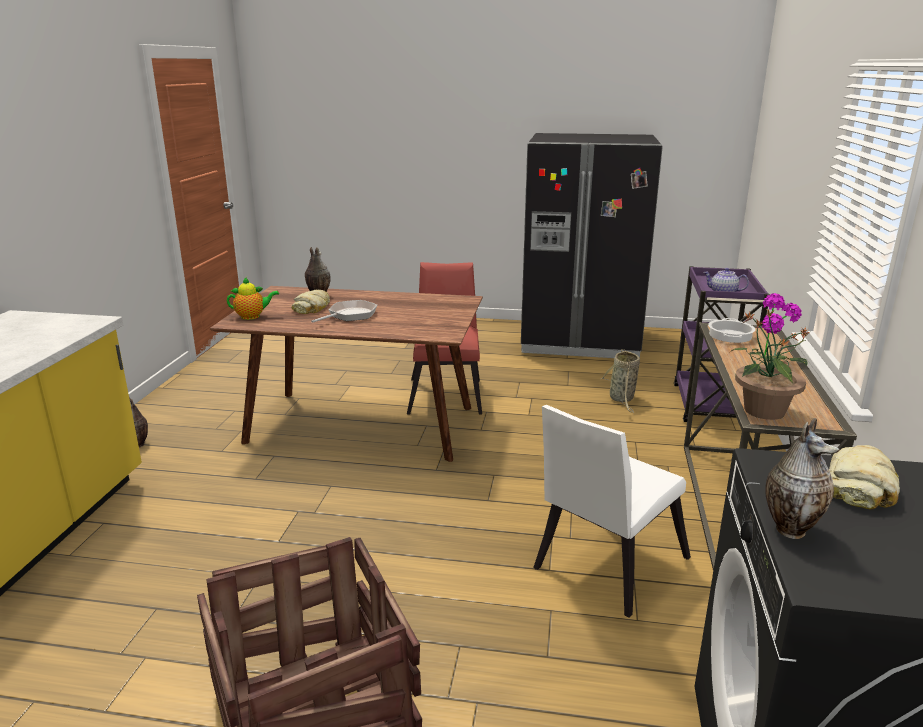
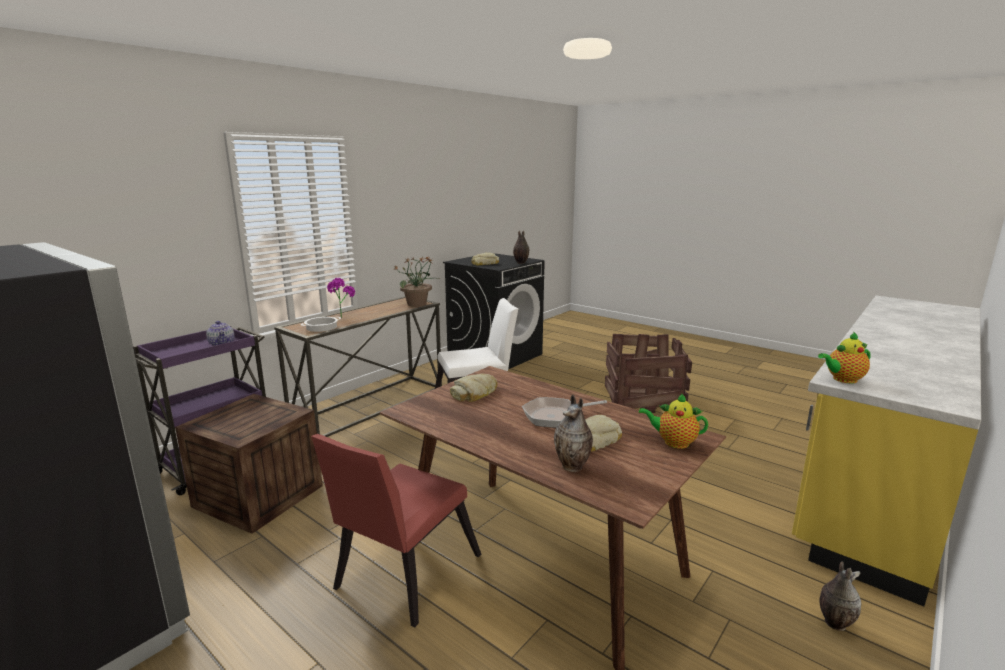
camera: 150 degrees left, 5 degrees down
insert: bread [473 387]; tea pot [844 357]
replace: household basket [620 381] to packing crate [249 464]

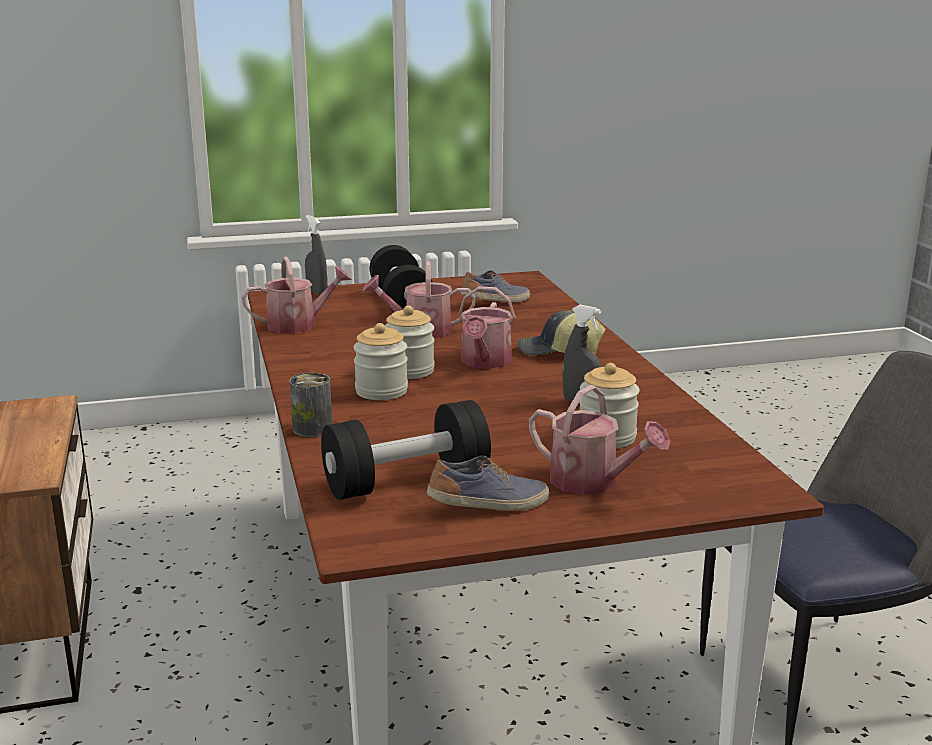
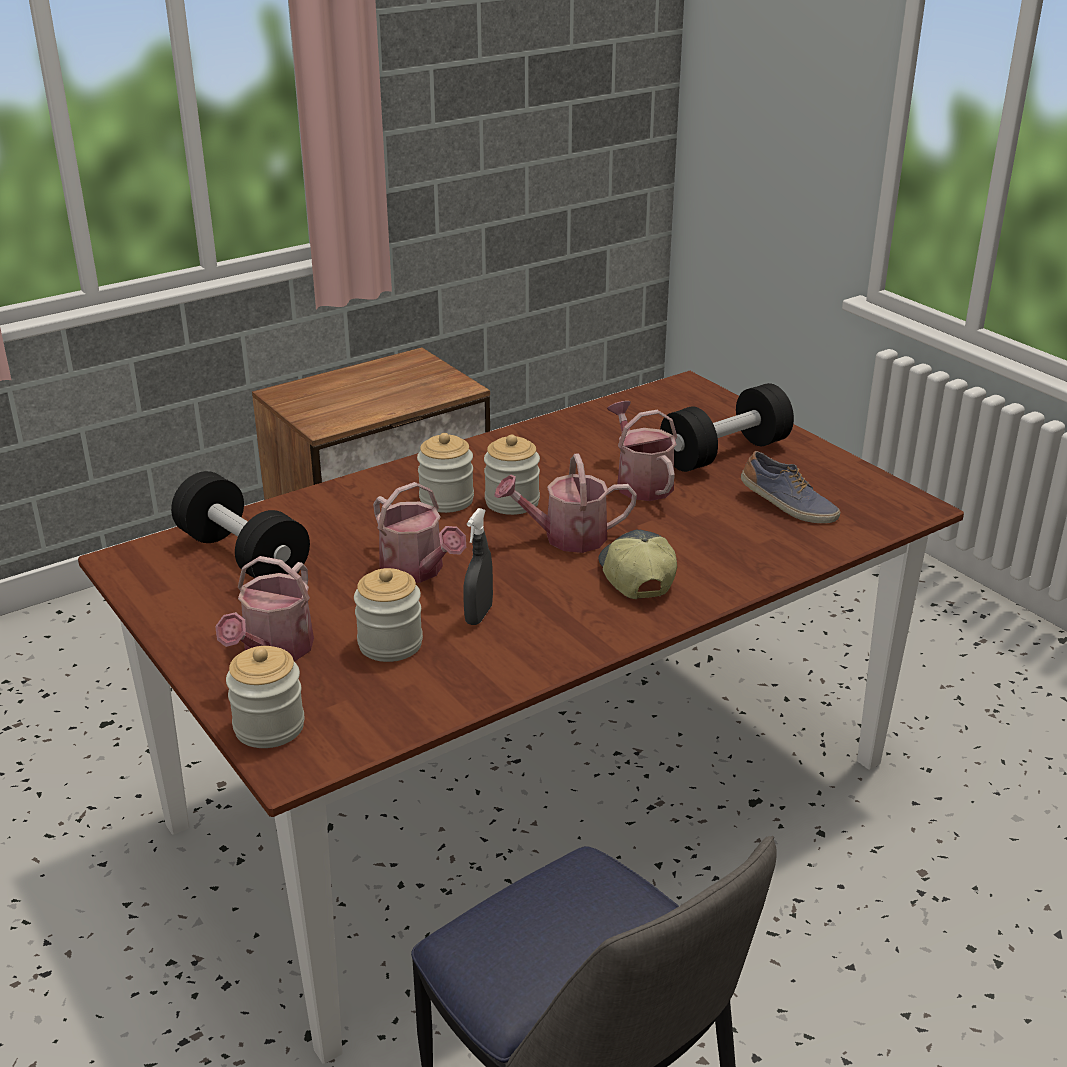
camera: 70 degrees right, 10 degrees up
delete: sealed can [311 405]; greyish hand sprayer [316 255]; low shoe [488 483]
insert: preserve jar [265 697]
move: sprinkling can [297 295] to [419 532]

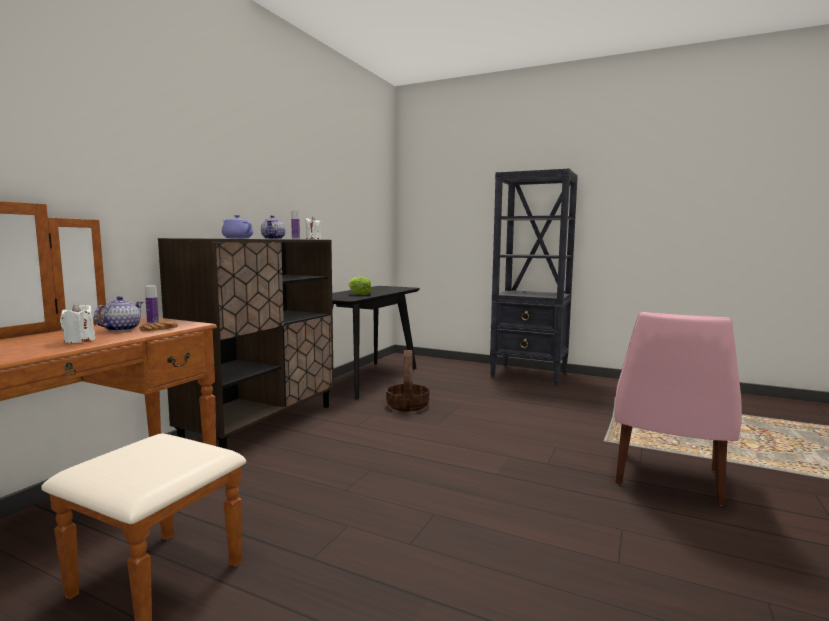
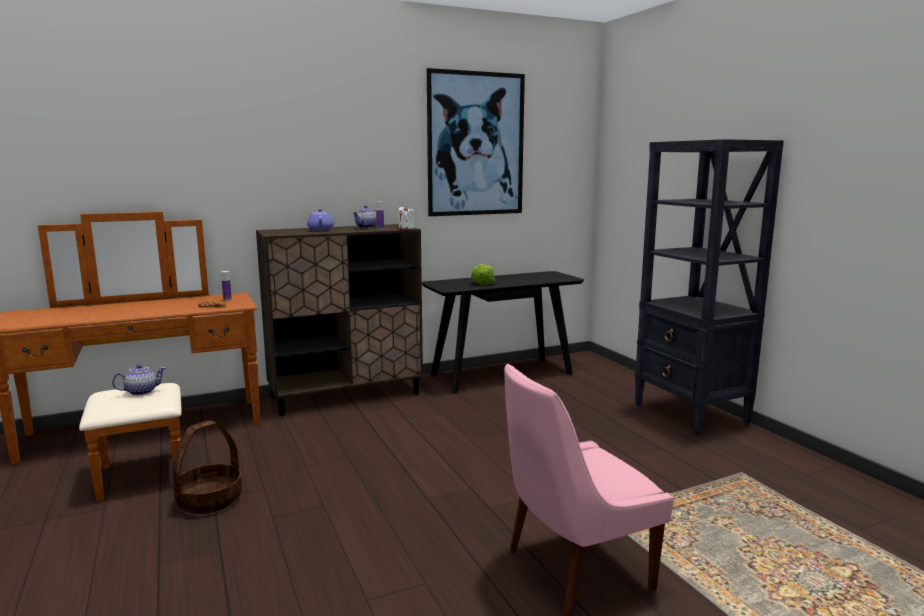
camera: 40 degrees right, 5 degrees up
delete: white-coloured wax light [77 323]
insert: wall picture [476 142]
move: tea pot [119 314] to [139 379]; household basket [407 380] to [207 467]

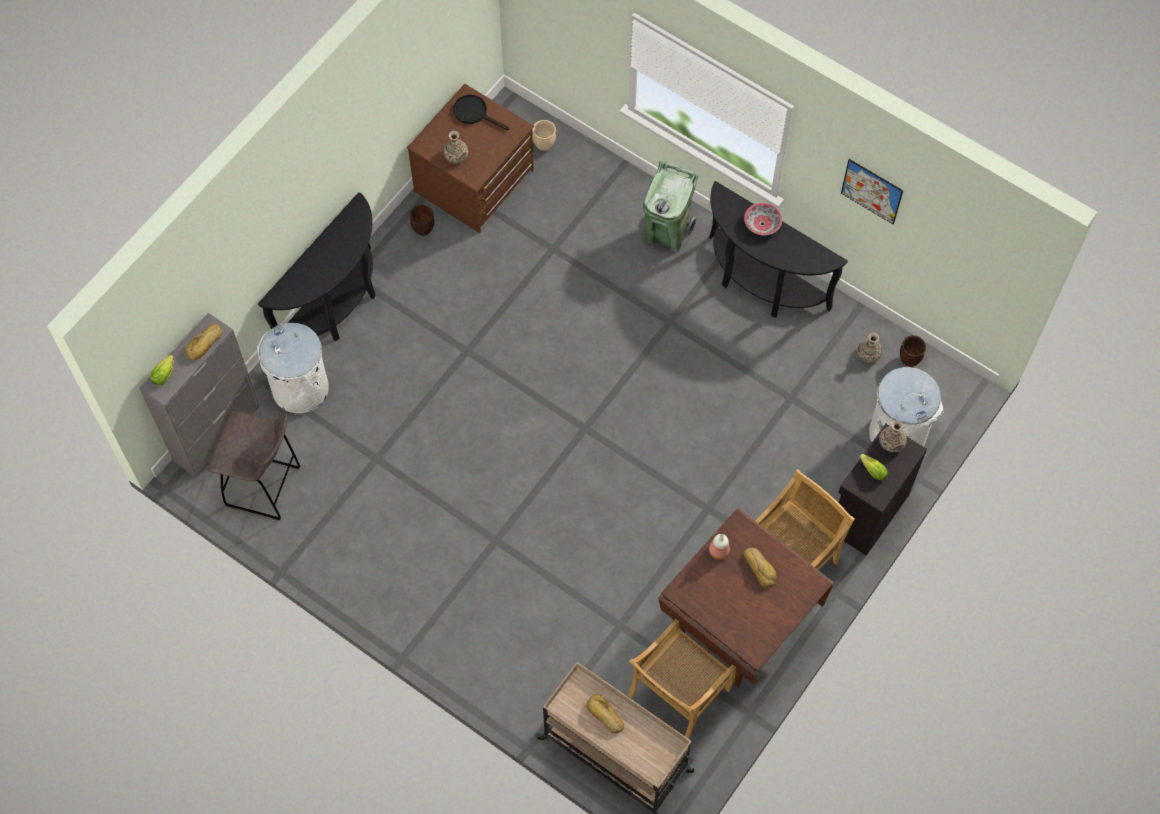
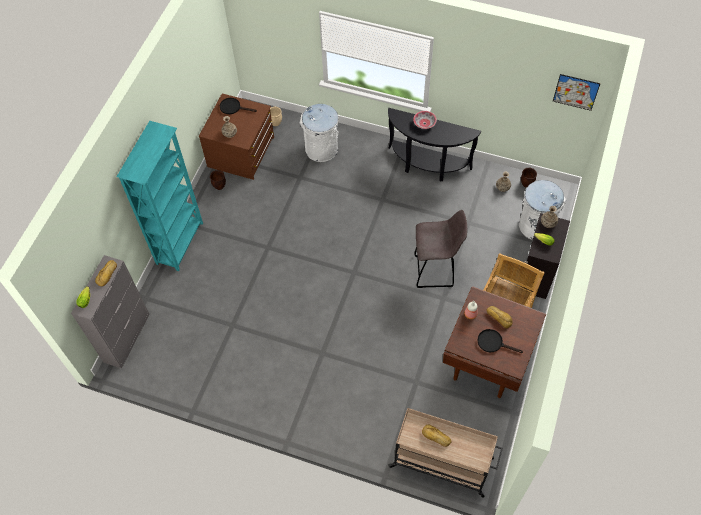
camera: 15 degrees left, 5 degrees down
delete: sand-coloured upright chair [682 679]; green rubbish bin [670 207]
insert: blackish frying pan [500 341]
move: greyish sitting stool [254 465] to [441 249]; white-coloured rubbish bin [293 368] to [318 133]; wall picture [872 191] to [576 92]
replace: blackish console table [317 266] to turquoise-coloured shelving unit [160 196]

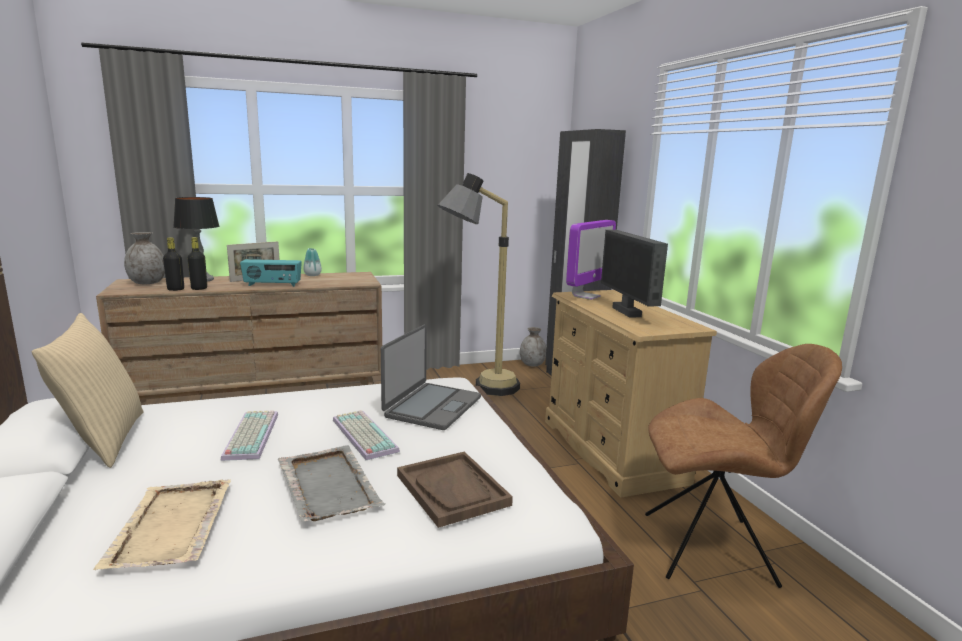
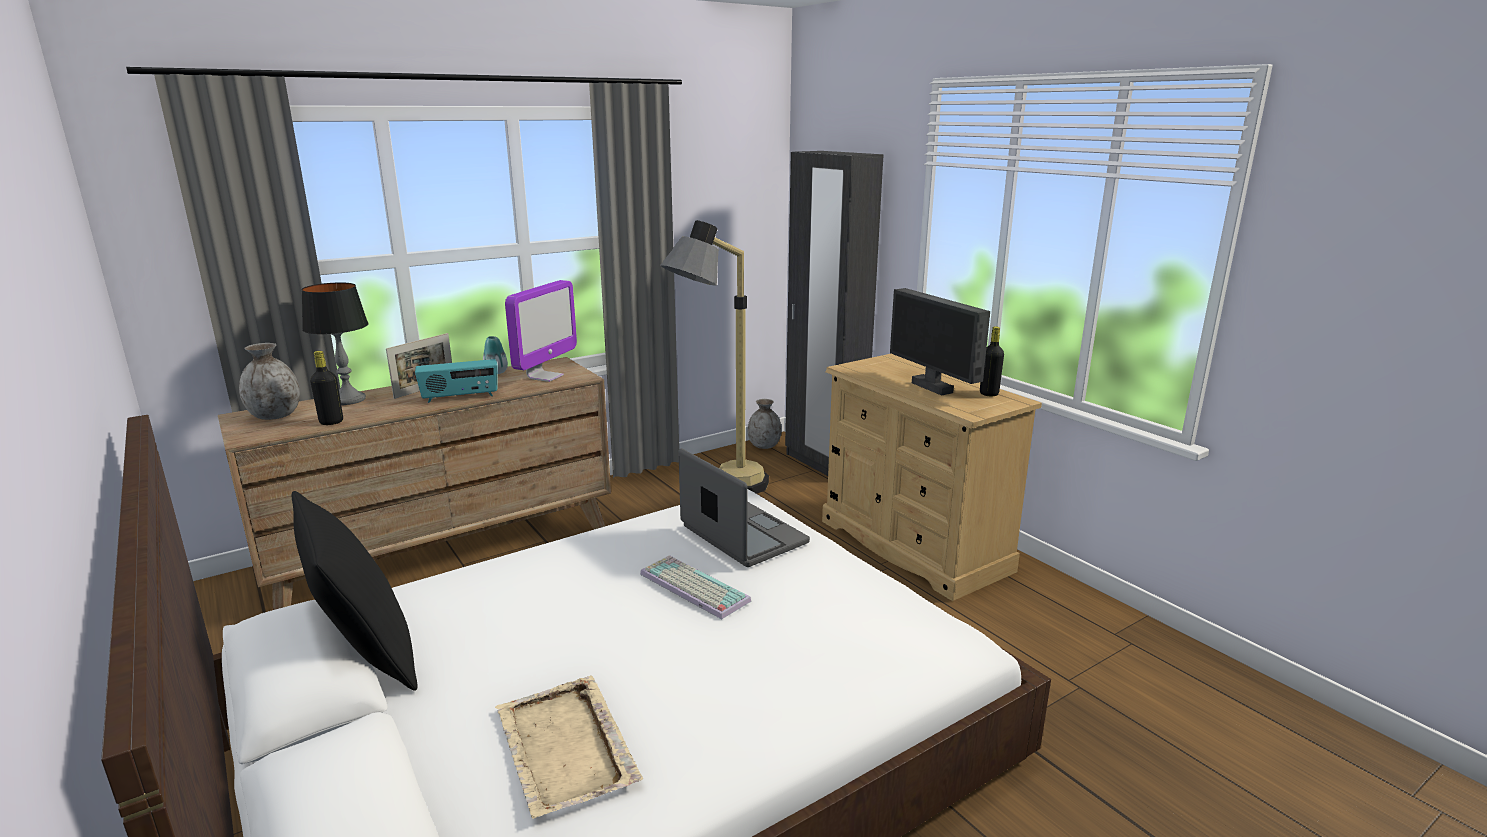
camera: 15 degrees left, 5 degrees up
delete: computer keyboard [249 435]; greyish serving tray [331 483]; brown serving tray [455 490]; brown upright chair [743 466]
move: blackish drink bottle [197 263] to [992 361]; computer screen [591 260] to [541 331]
recolor: sand-coloured throw pillow [88 390] to blackish throw pillow [354 591]
rotate: portable computer [431 377] = [744 507] 45 degrees counterclockwise

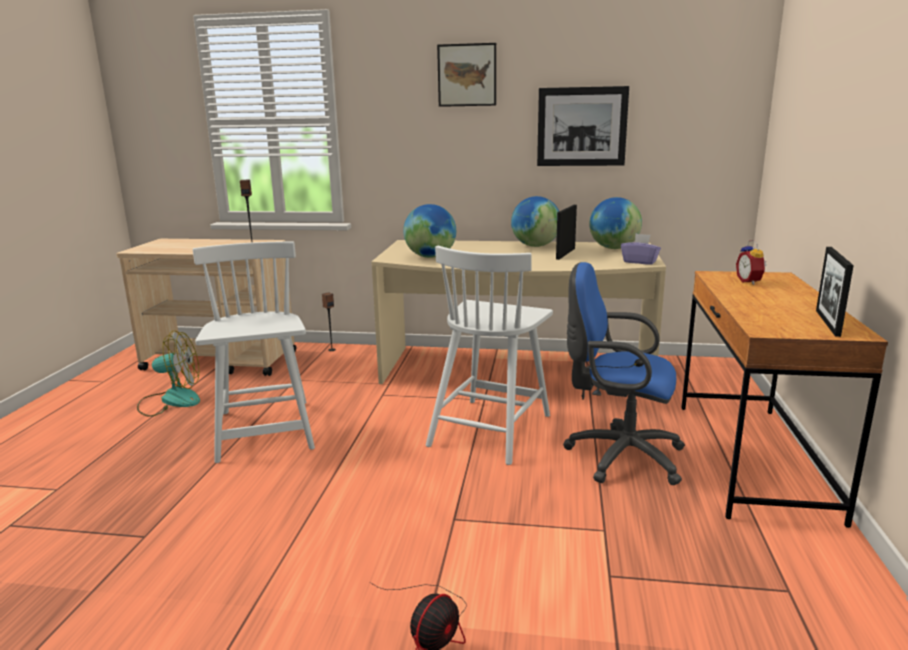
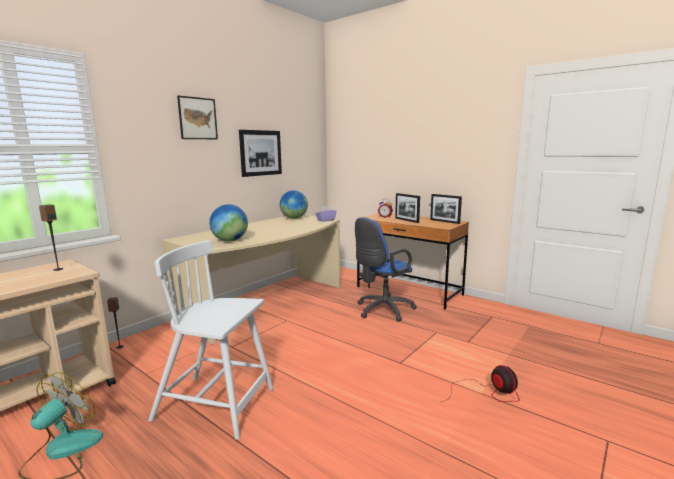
camera: 60 degrees left, 5 degrees down
delete: white-coloured upright chair [489 355]; world globe [535 221]
move: picture frame [566 232] to [407 208]

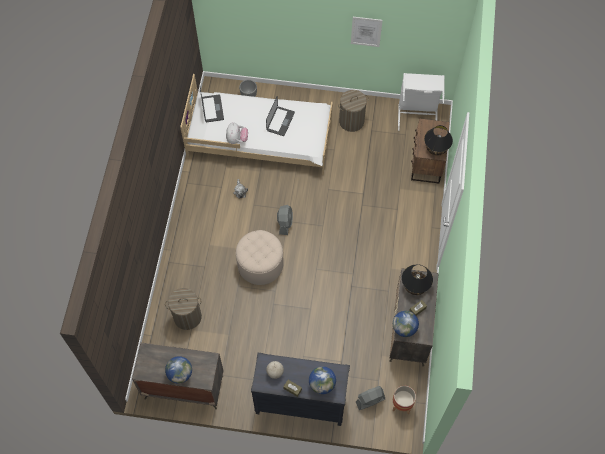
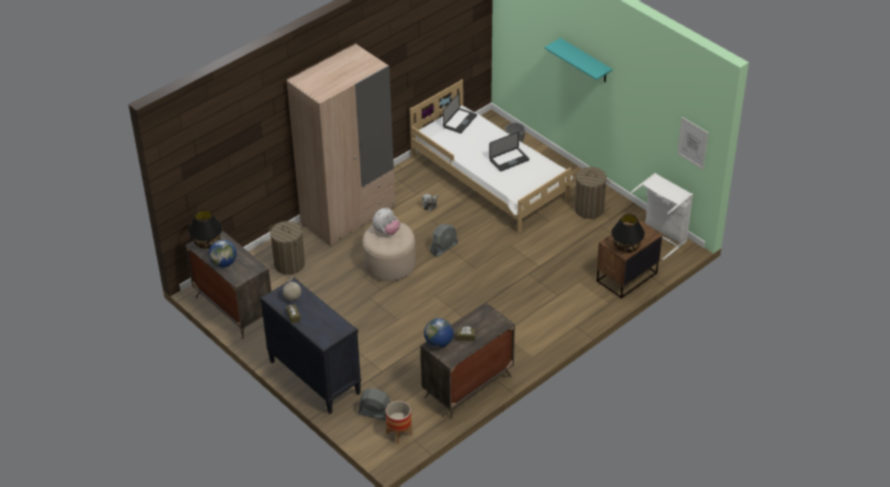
camera: 40 degrees right, 20 degrees down
delete: world globe [322 380]
insert: sand-coloured wardrobe [341 145]; turquoise-coloured wall shelf [578 60]
move: soft toy [237 133] to [386 221]; wall picture [367 32] to [692 143]; blackish table lamp [417 280] to [206 229]

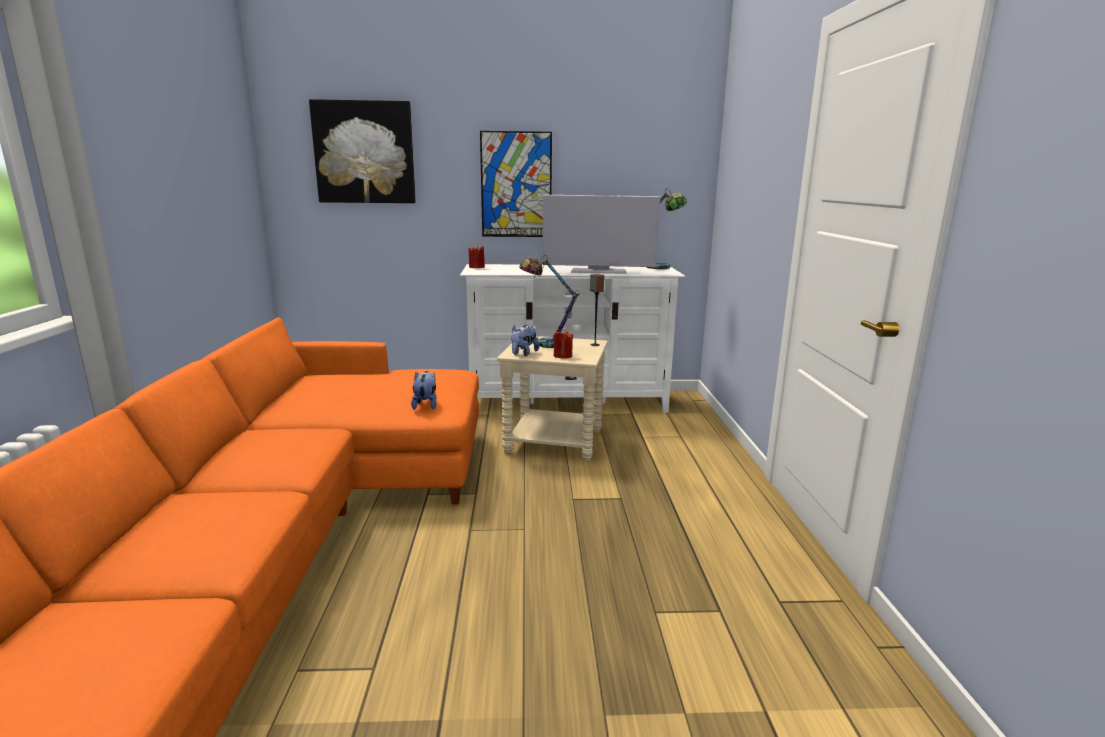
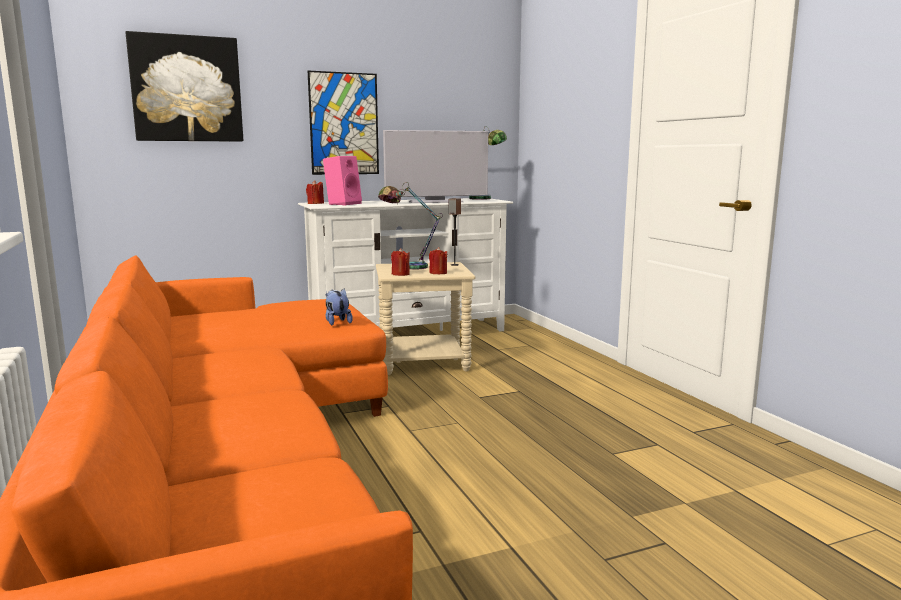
camera: 20 degrees left, 5 degrees down
insert: pinkish speaker [342 180]
replace: soft toy [525 340] to red wax light [400 262]

